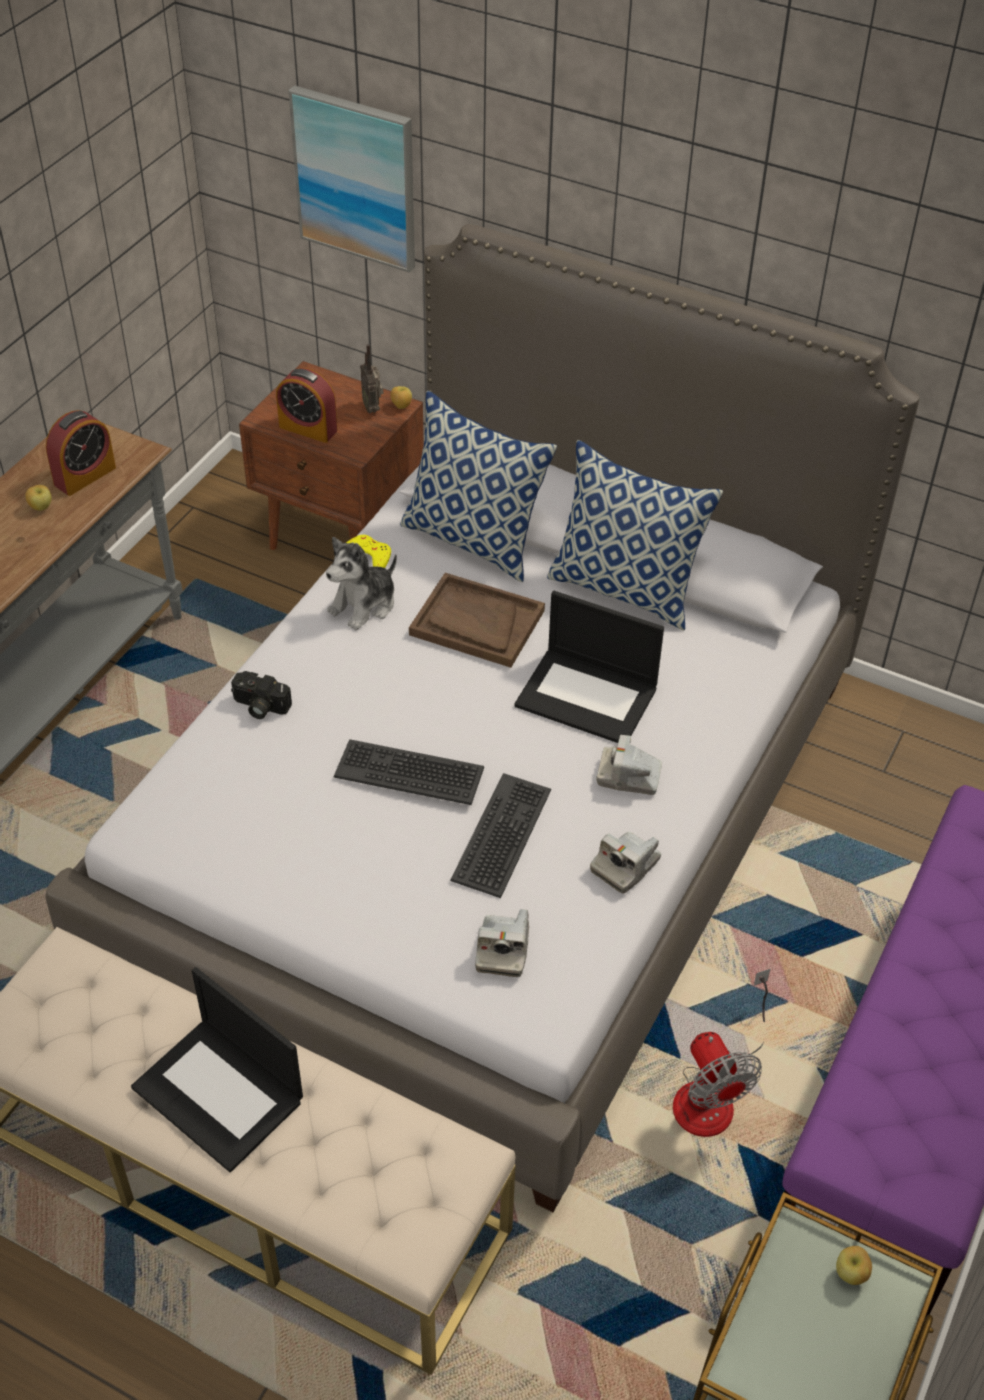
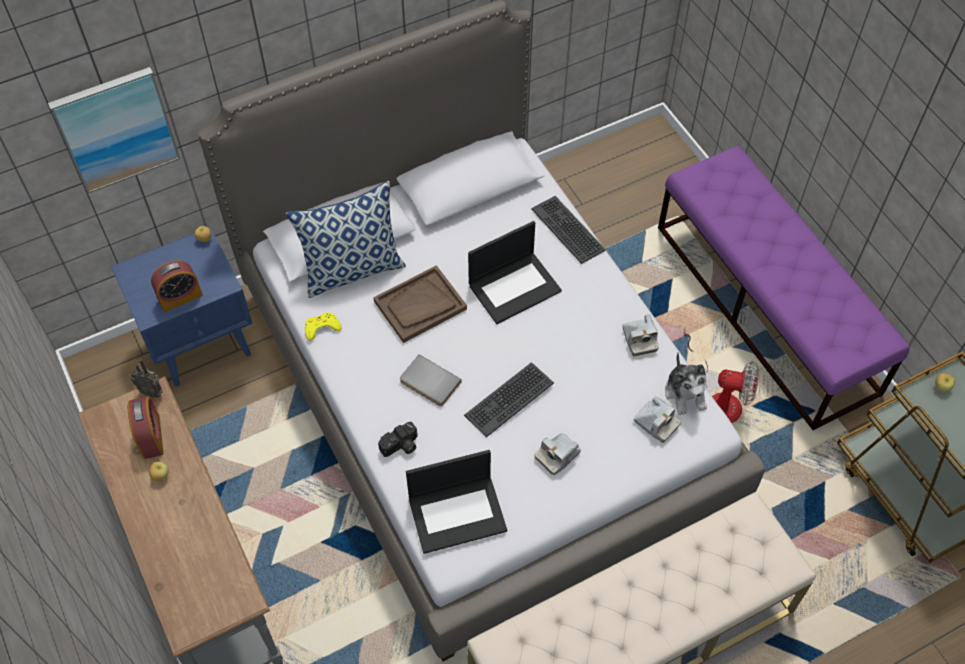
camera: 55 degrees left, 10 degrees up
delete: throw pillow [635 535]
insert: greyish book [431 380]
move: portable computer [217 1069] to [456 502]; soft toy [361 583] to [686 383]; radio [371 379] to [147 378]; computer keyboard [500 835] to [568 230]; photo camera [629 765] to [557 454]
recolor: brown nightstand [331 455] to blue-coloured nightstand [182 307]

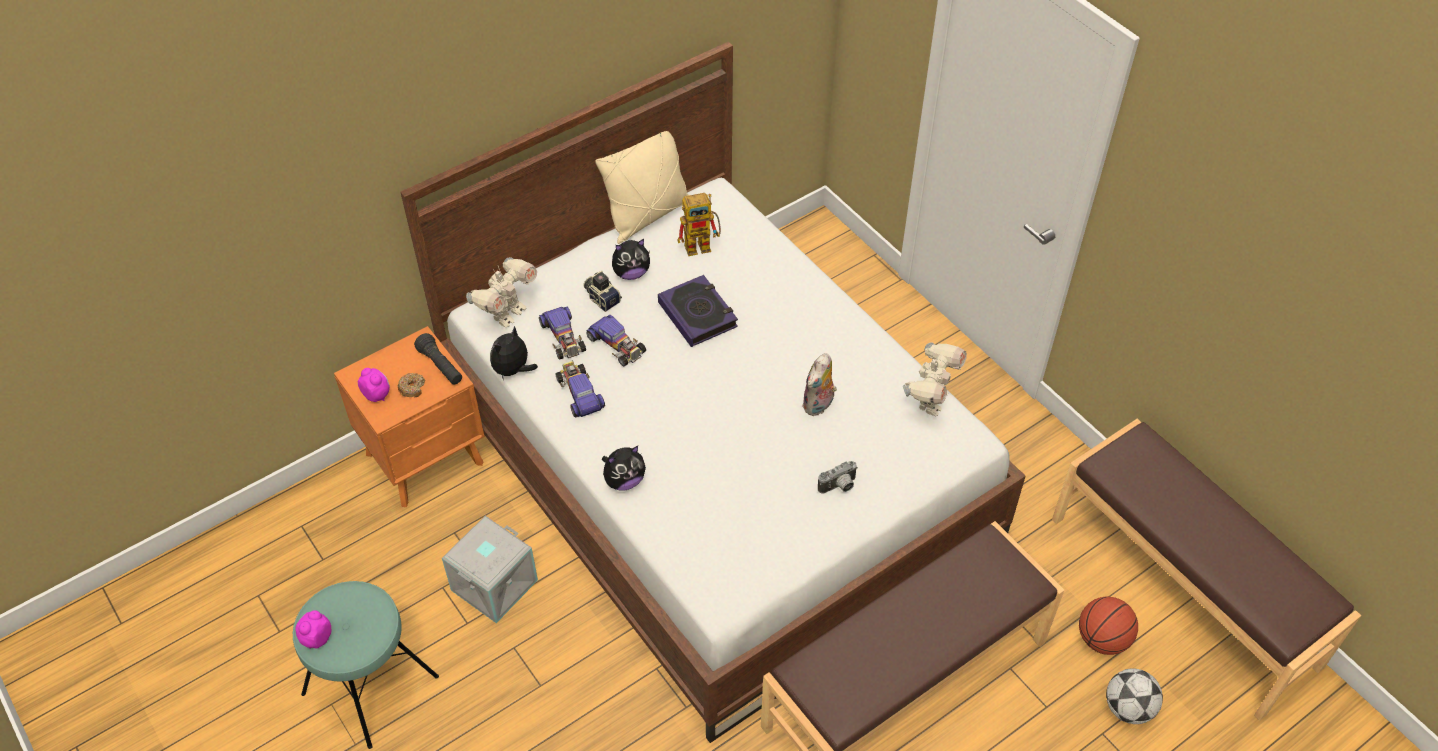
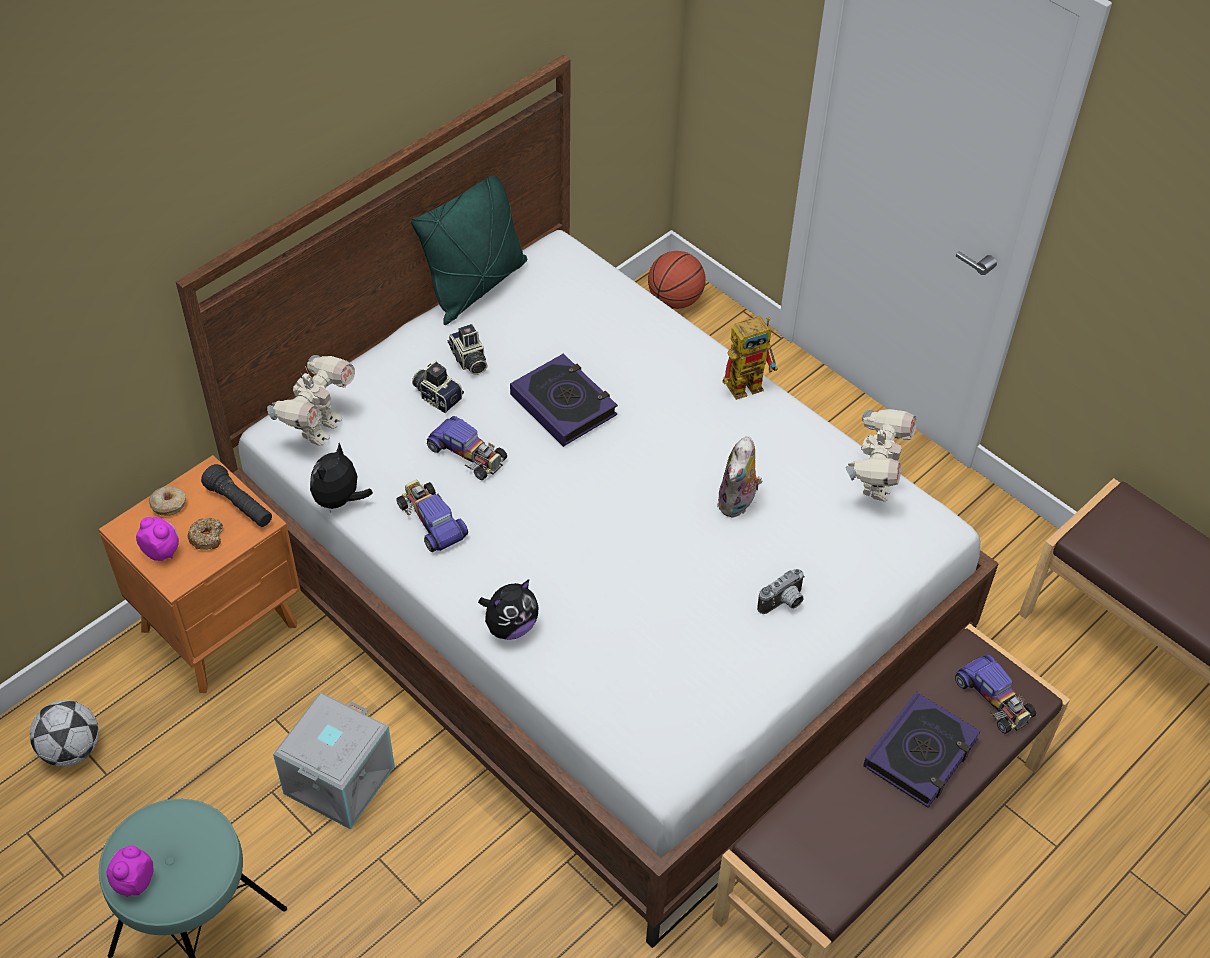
camera: 10 degrees left, 0 degrees up
insert: ring doughnut [167 501]; book [922 750]
move: toy car [562 333] to [995 694]; model robot [699 224] to [750 358]; basketball ball [1108 626] to [676 280]; football ball [1134 696] to [64 733]
replace: soft toy [631 259] to photo camera [468 349]
recolor: sand-coloured throw pillow [642 187] to green throw pillow [469 250]

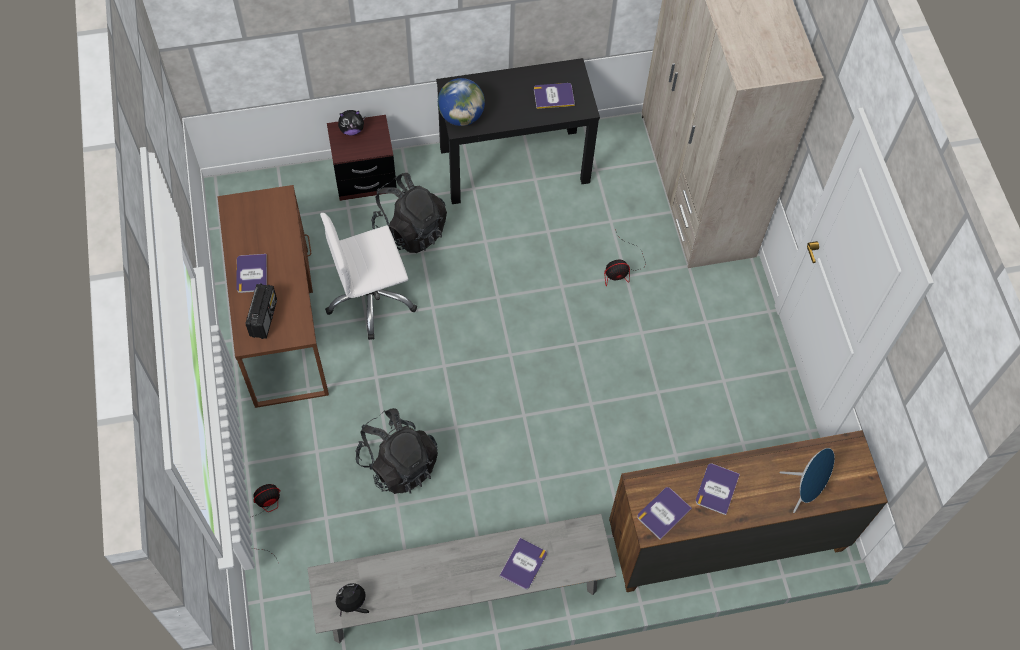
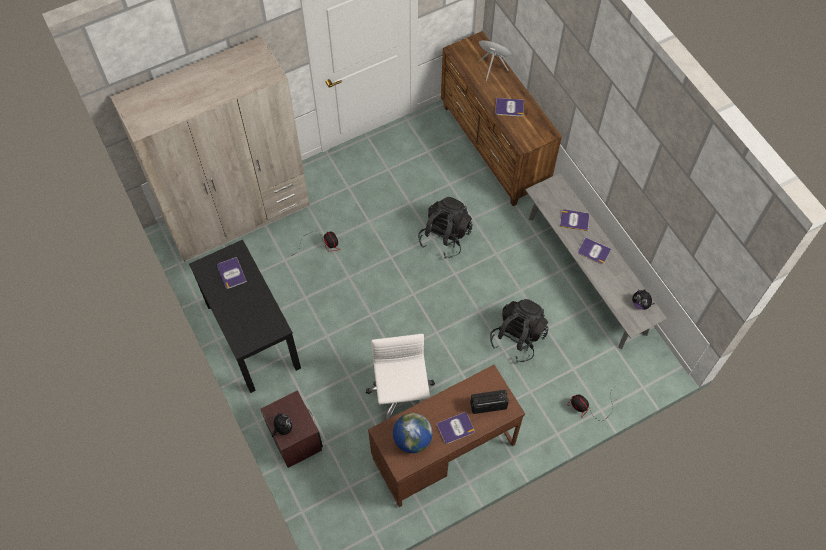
camera: 105 degrees left, 0 degrees up
move: blackish knapsack [409 213] to [445 228]; world globe [461 102] to [413 433]; book [664 513] to [594 251]
rotate: white-coloured desk chair [368 276] = [400 377] 150 degrees counterclockwise

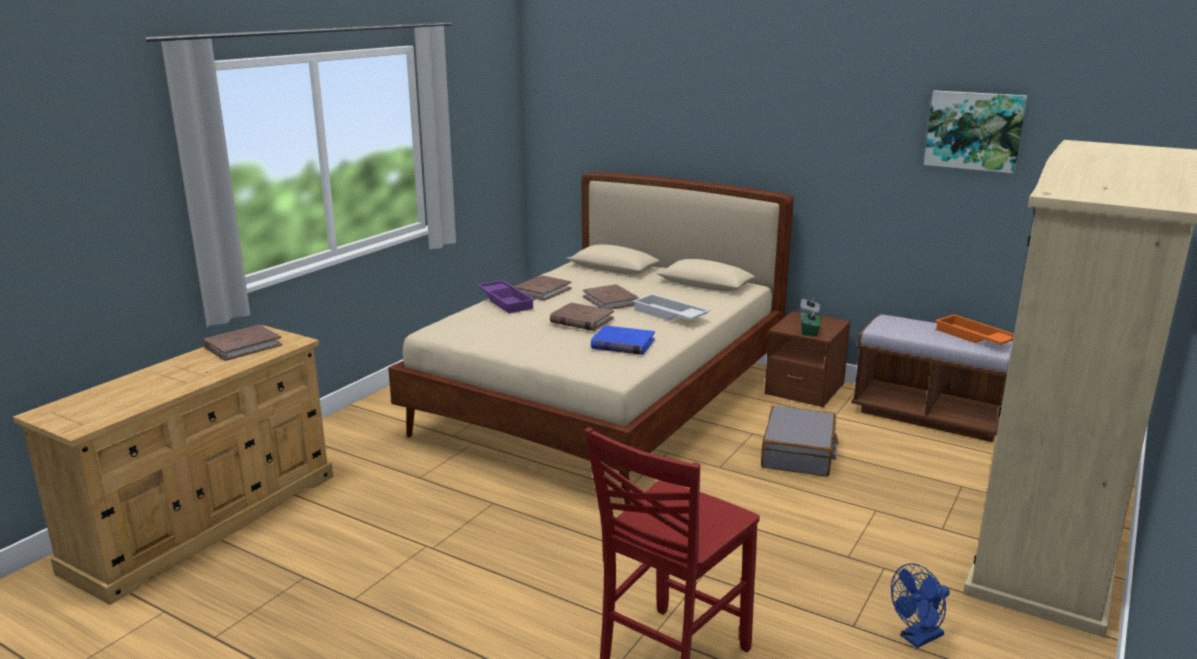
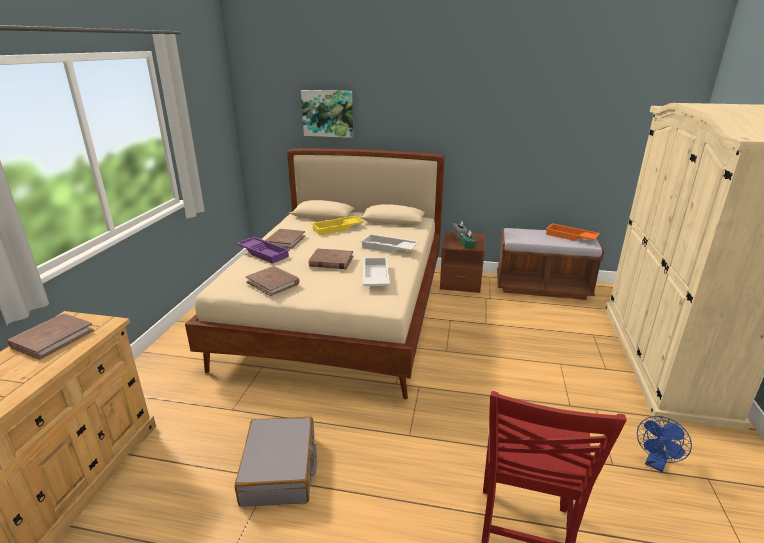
camera: 20 degrees left, 5 degrees up
insert: yellowish serving tray [337 225]
move: brown book [611 297] to [273 281]; greyish travel case [800 441] to [276 461]; wall picture [975 131] to [327 114]
replace: blue-coloured book [623 340] to white-coloured serving tray [376 271]

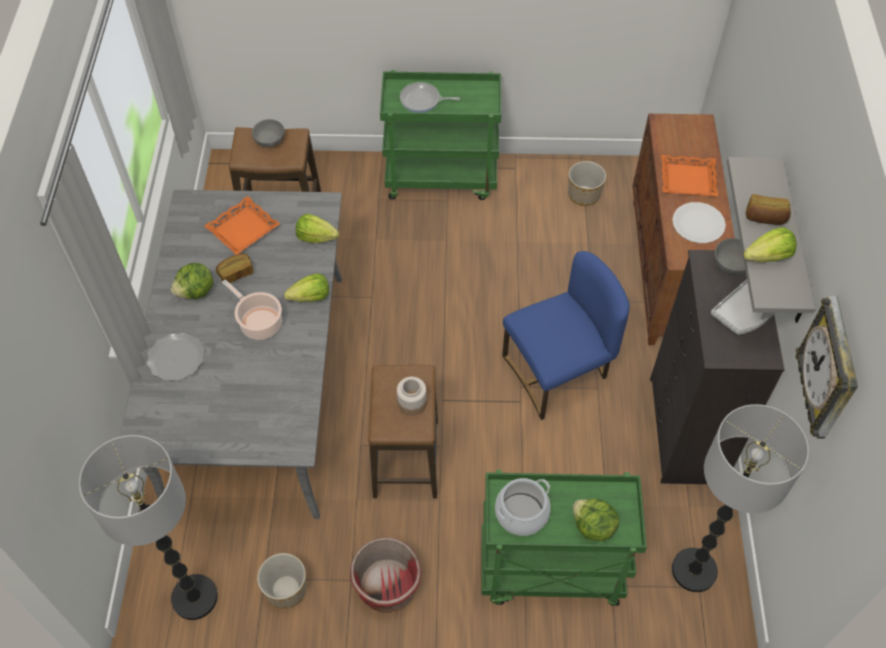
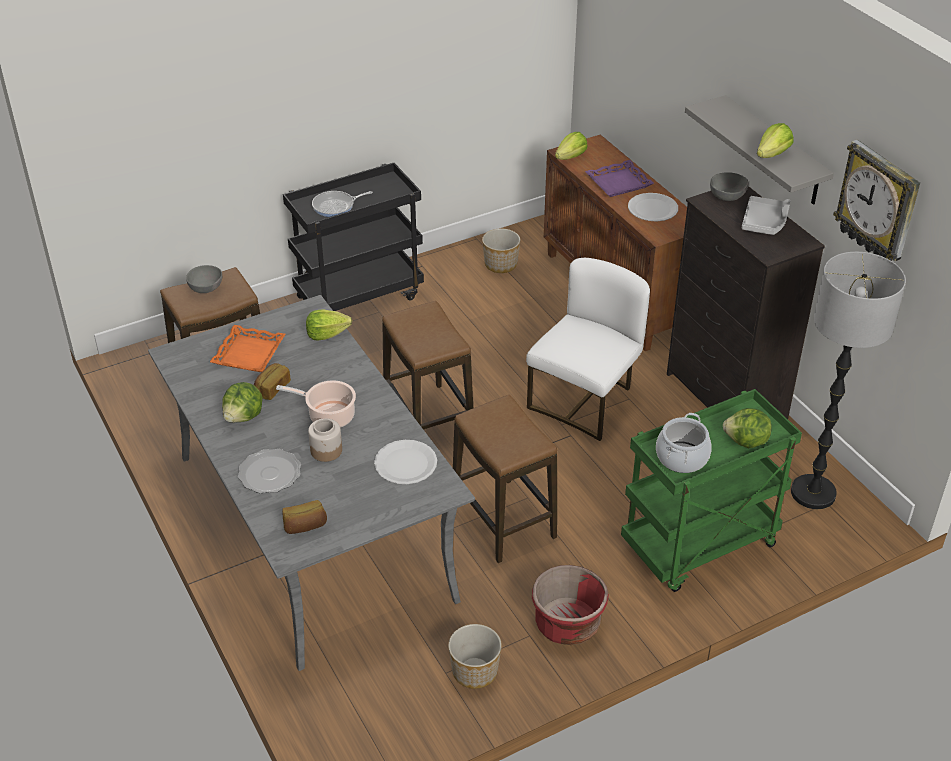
camera: 30 degrees left, 15 degrees down
delete: floor lamp [148 527]
insert: white-coloured flat dish [405 462]; sitting stool [427 365]
move: lettuce head [306 288] to [571 146]; preserve jar [412 396] to [325 440]; bread [768 209] to [304 517]
recolor: green trolley [440 135] to blackish trolley [353 237]; blue-coloured upright chair [566 335] to white-coloured upright chair [588 349]; orangey serving tray [689 175] to purple-coloured serving tray [619 178]

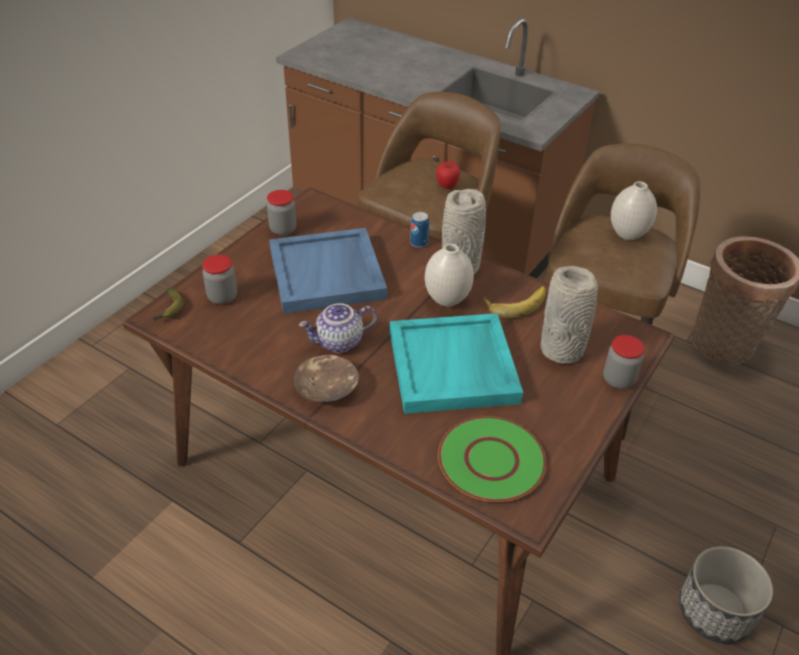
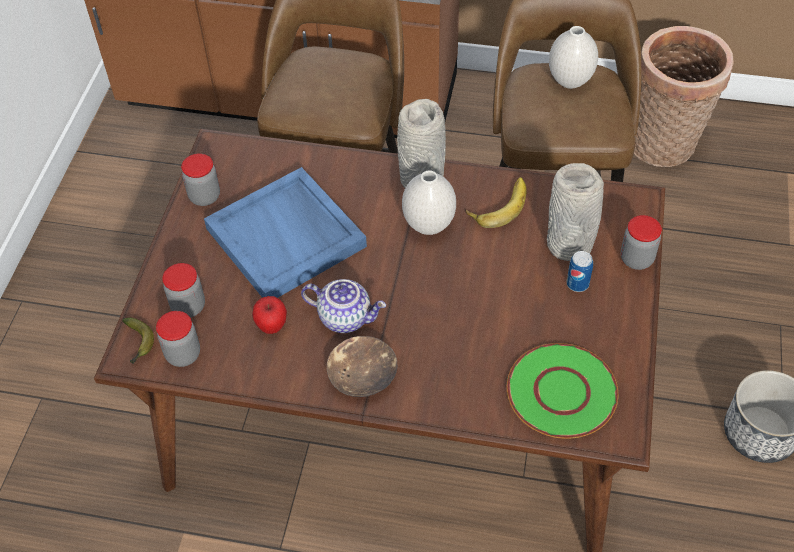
camera: 20 degrees left, 10 degrees up
delete: turquoise-coloured serving tray [456 363]
insert: preserve jar [178 339]
move: sealed can [419 230] to [580 271]; apple fruit [448 175] to [269 315]
rotate: tea pot [338 328] = [343 306] 120 degrees counterclockwise

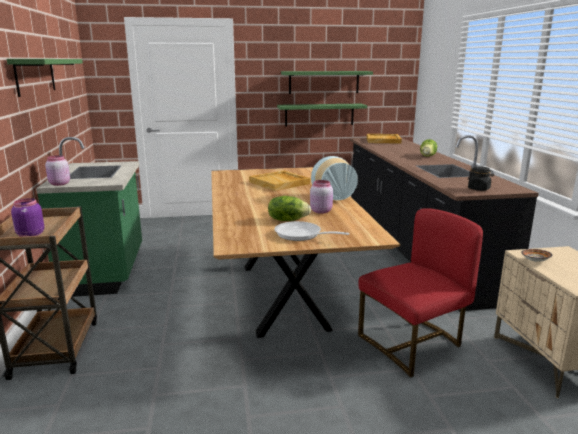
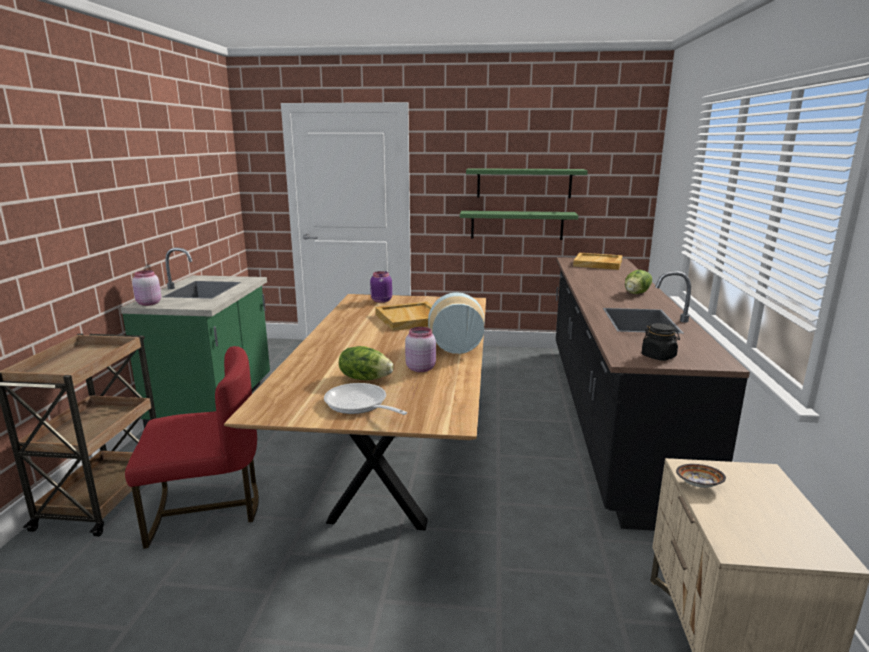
camera: 15 degrees right, 0 degrees up
delete: green wall shelf [45 78]
move: purple-coloured preserve jar [27 217] to [381 287]; red upright chair [420 292] to [192 447]

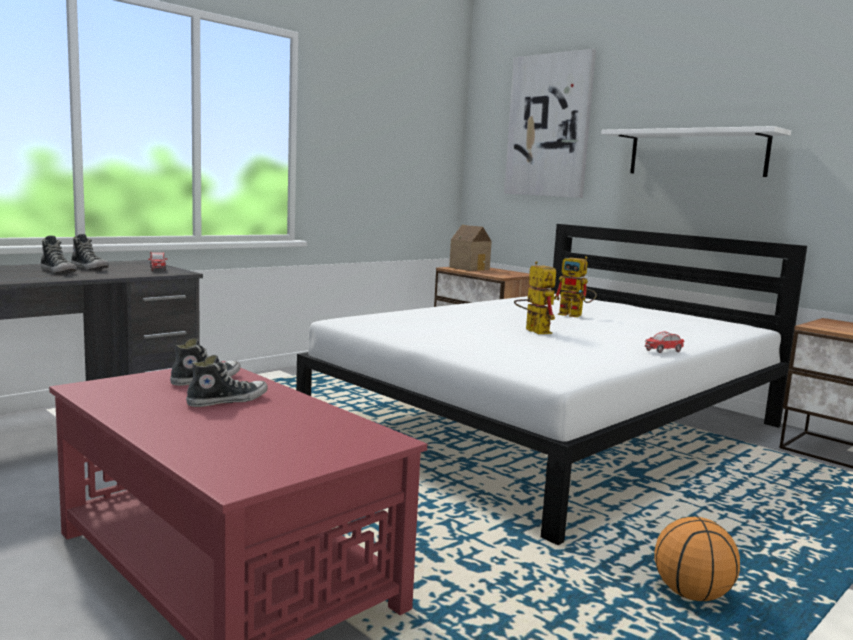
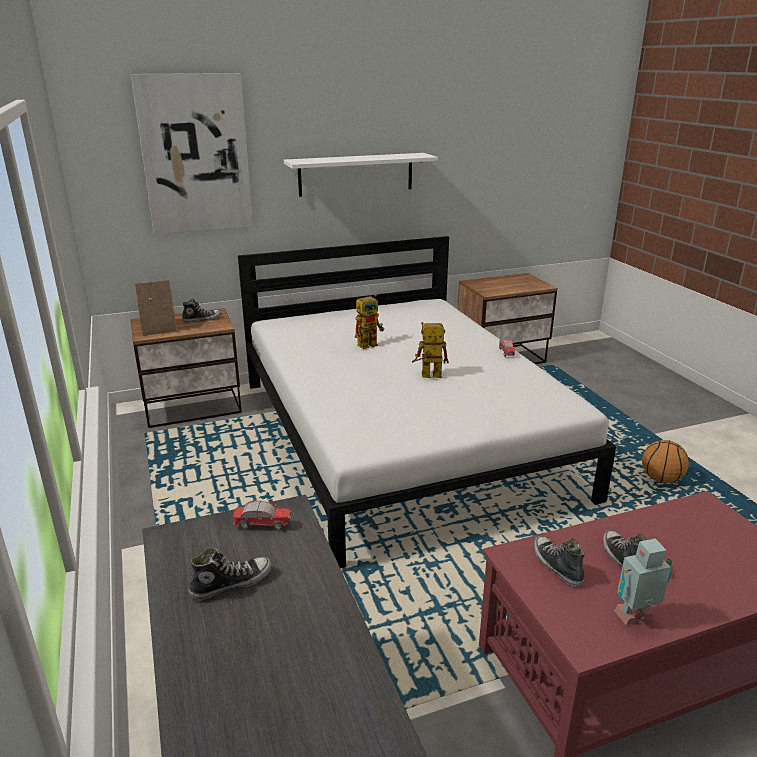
camera: 65 degrees left, 15 degrees up
insert: model robot [643 582]
move: low shoe [59 255] to [201 310]

